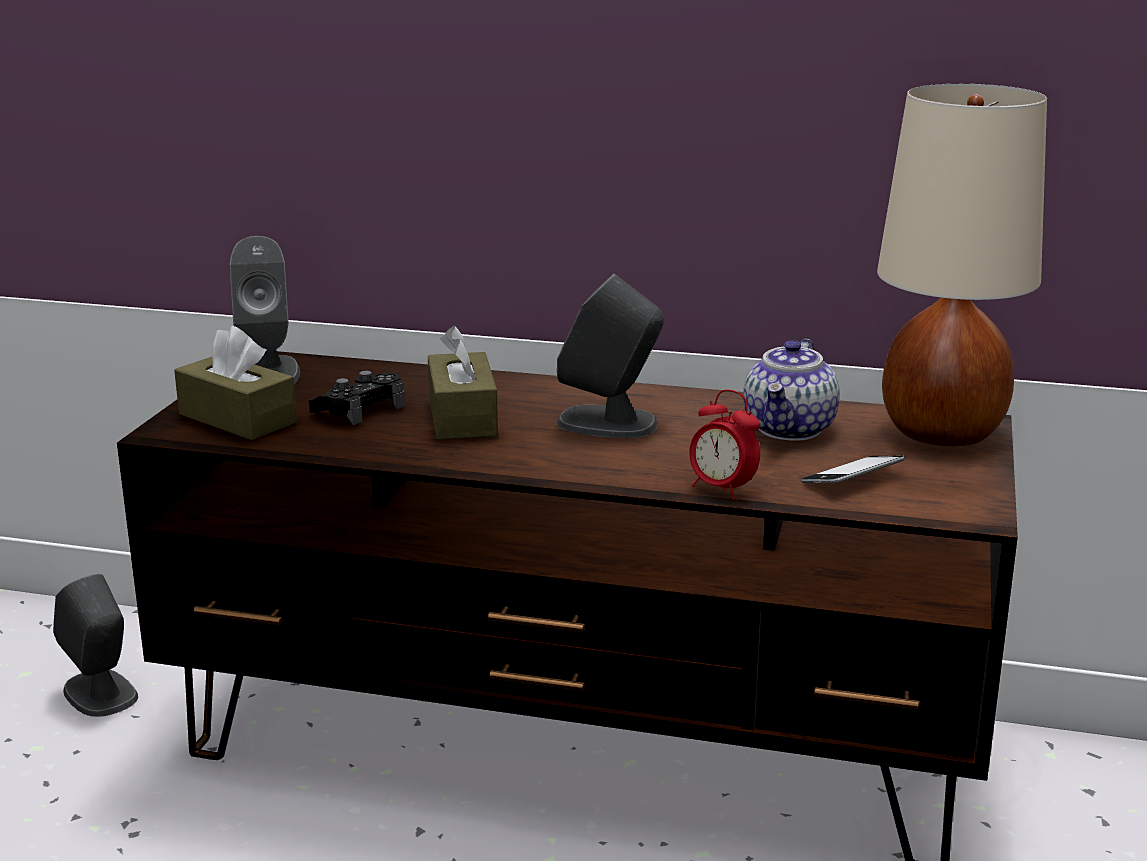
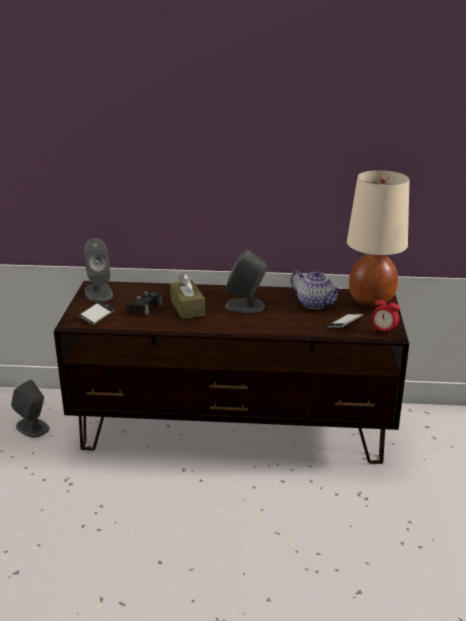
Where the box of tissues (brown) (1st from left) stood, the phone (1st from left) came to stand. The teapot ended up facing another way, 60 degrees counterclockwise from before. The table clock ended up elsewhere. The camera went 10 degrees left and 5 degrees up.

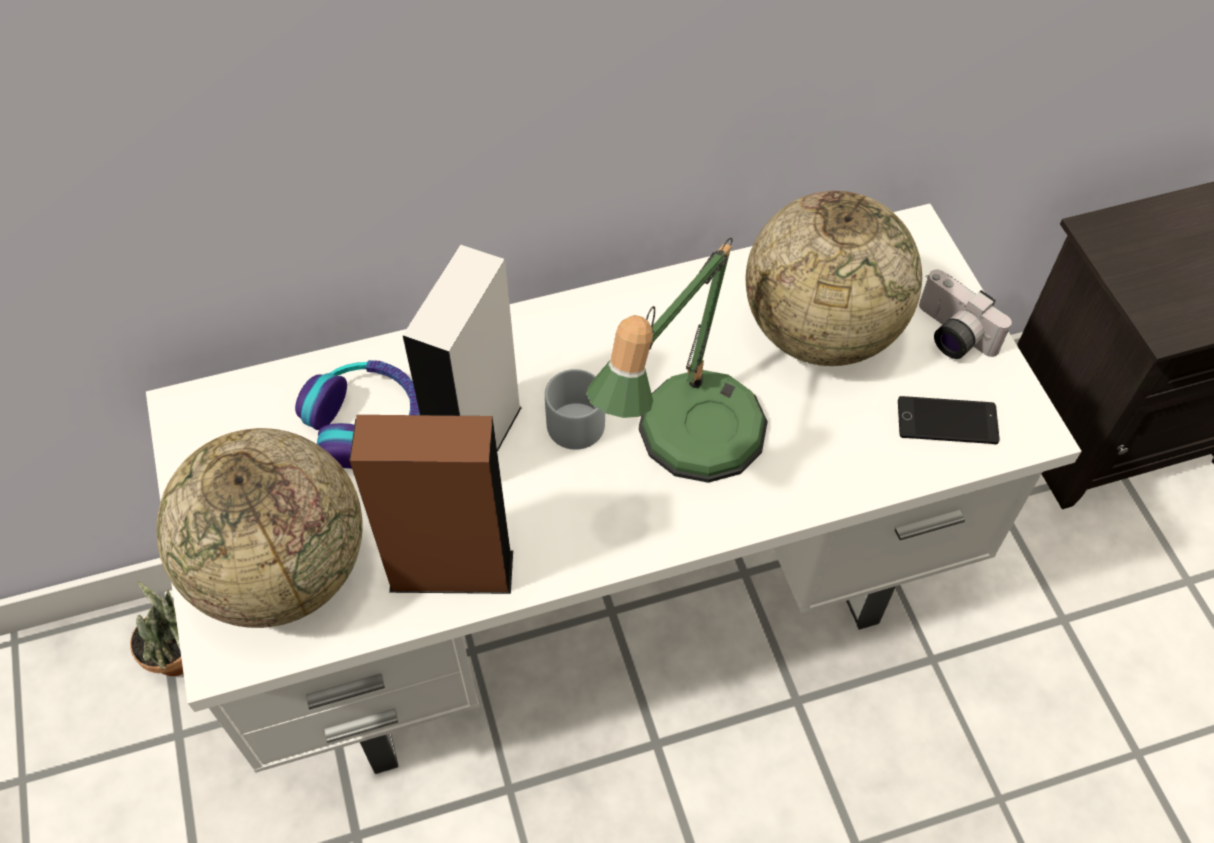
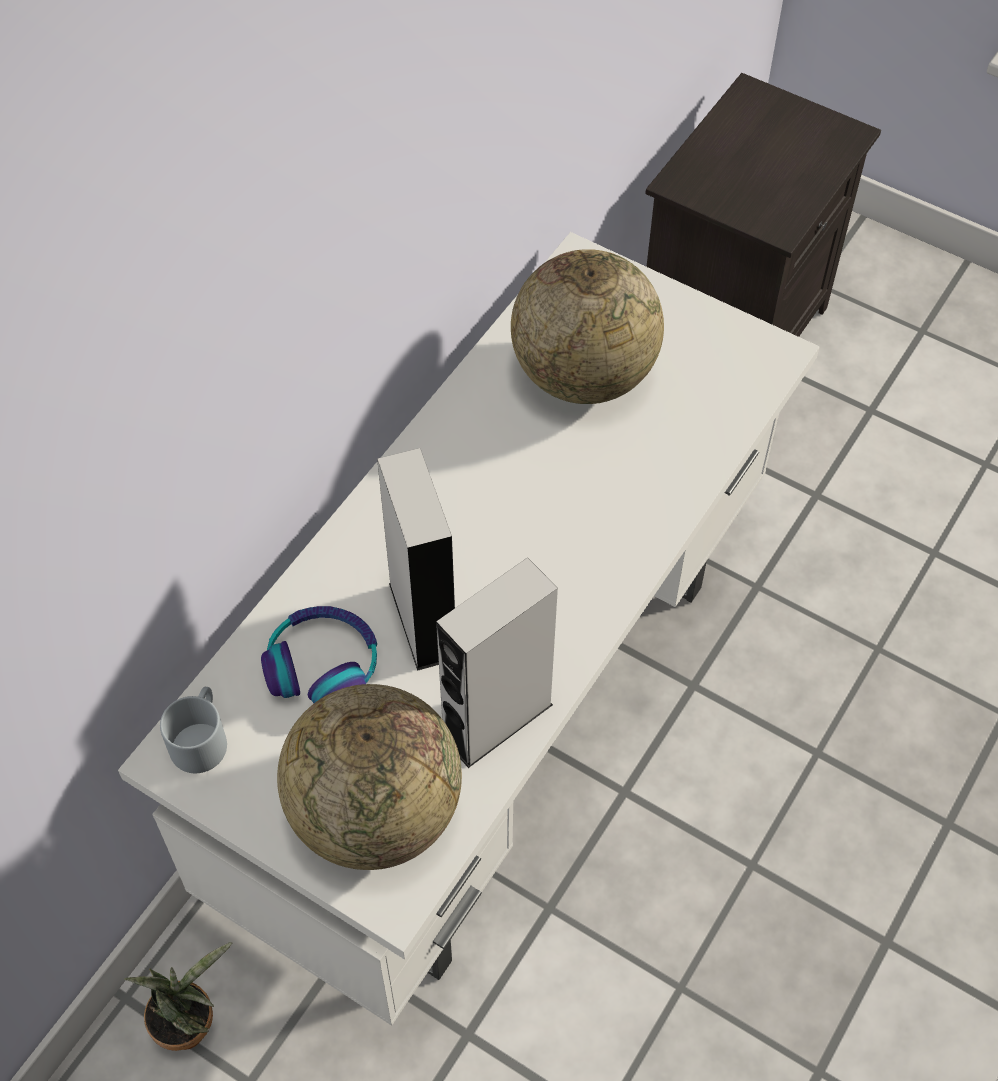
The second view lost the lamp for a table. The second view lost the photo camera. The coffee mug (greyish) ended up elsewhere. The second view lost the phone. What was the audio speaker (brown) turned into the audio speaker (greyish) (2nd from left). The camera went 40 degrees left and 0 degrees up.

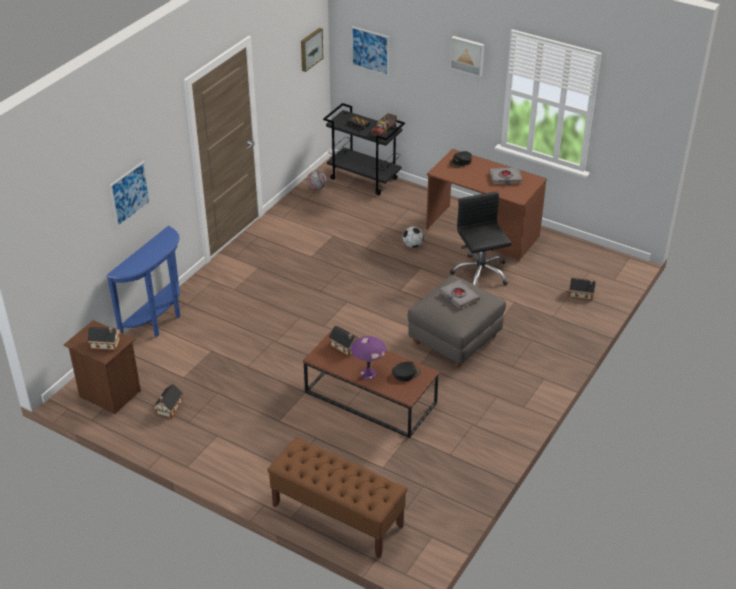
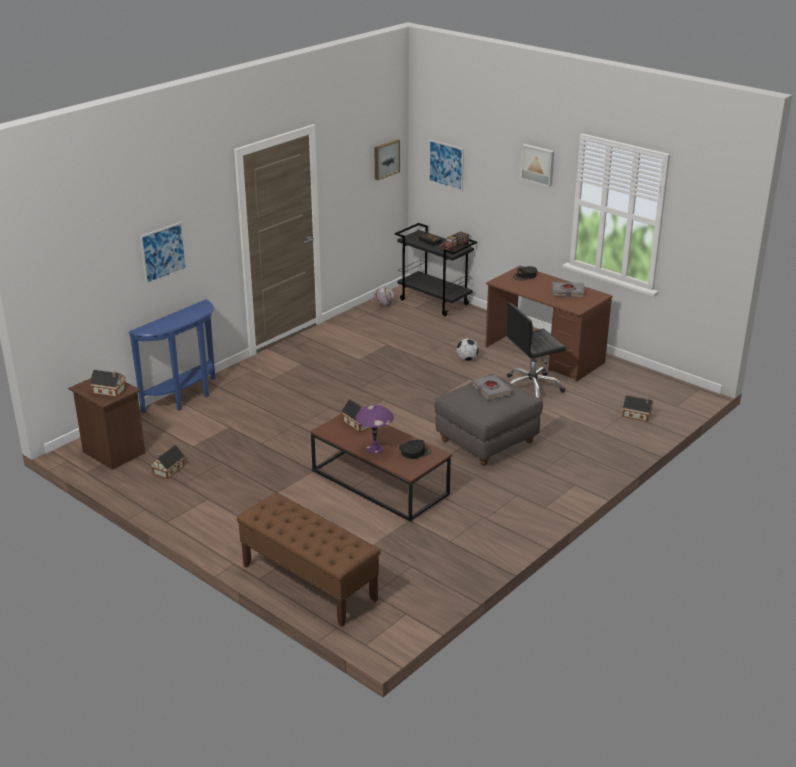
The desk chair (black-coloured) ended up facing another way, 105 degrees counterclockwise from before. The camera went 10 degrees right and 10 degrees down.

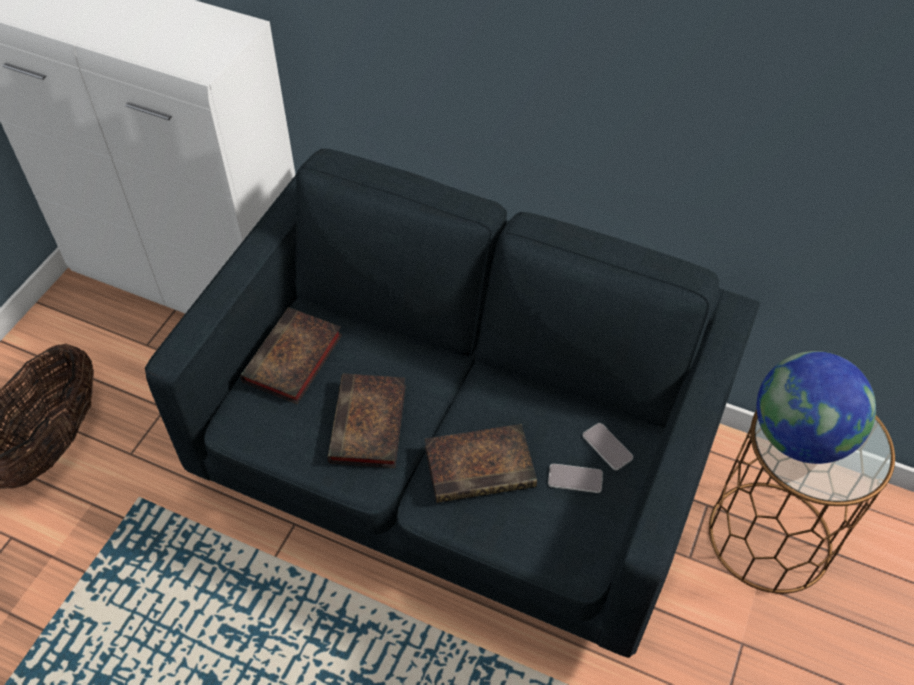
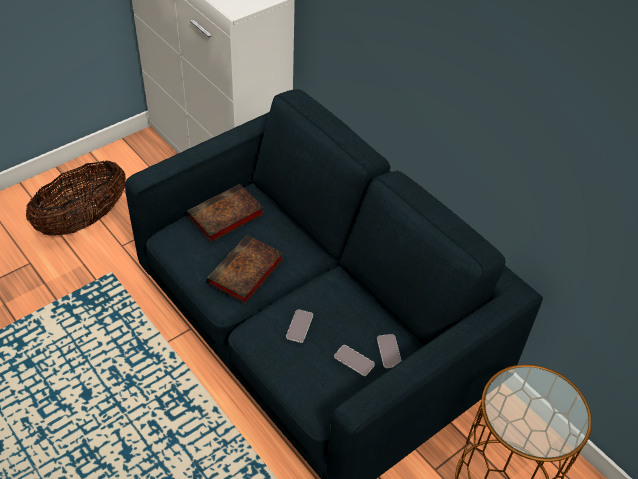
The second view lost the world globe. Where the bound book (3rd from left) stood, the phone (1st from left) came to stand. The camera went 25 degrees right and 5 degrees down.

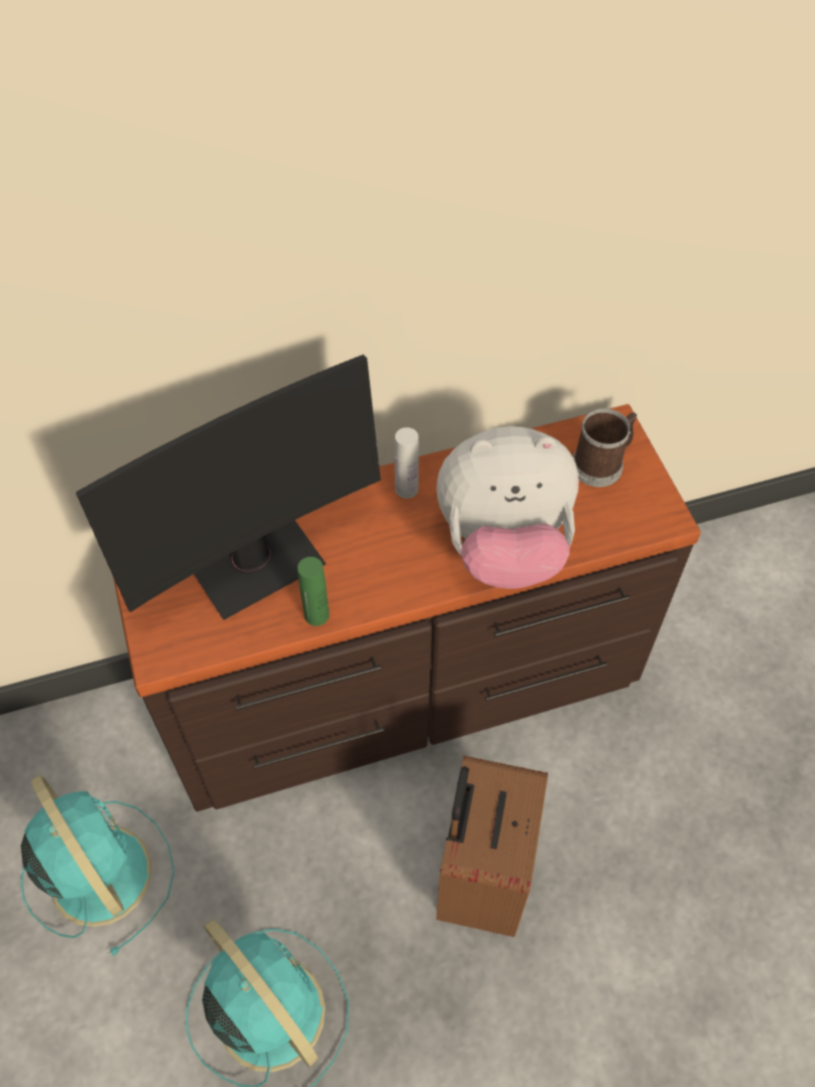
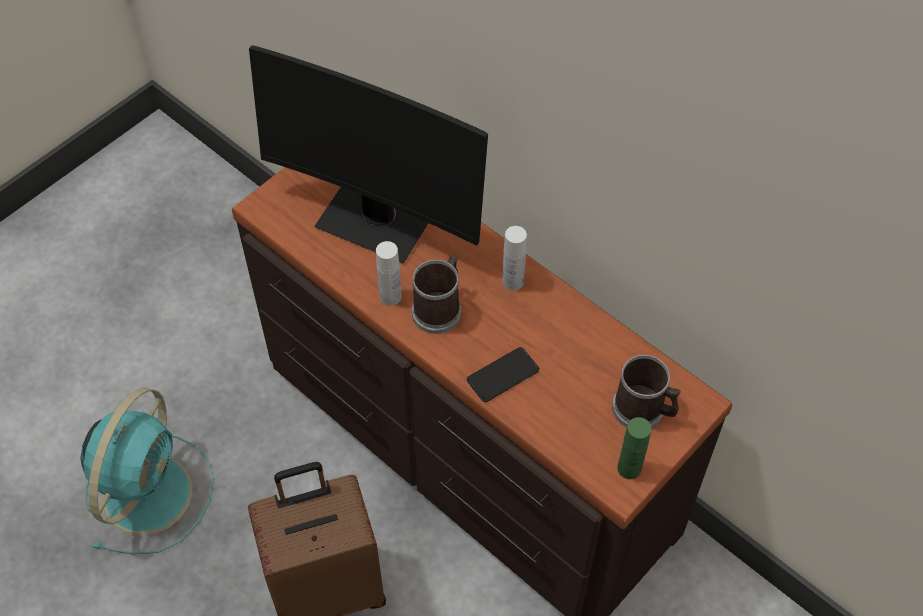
Where the cuddly toy stood, the phone came to stand. The bottle (greenish) ended up elsewhere. The second view lost the fan (turquoise) (1st from left). The second view gained the bottle (whitish) (1st from left). The second view gained the coffee mug (1st from left). The camera went 60 degrees right and 0 degrees up.

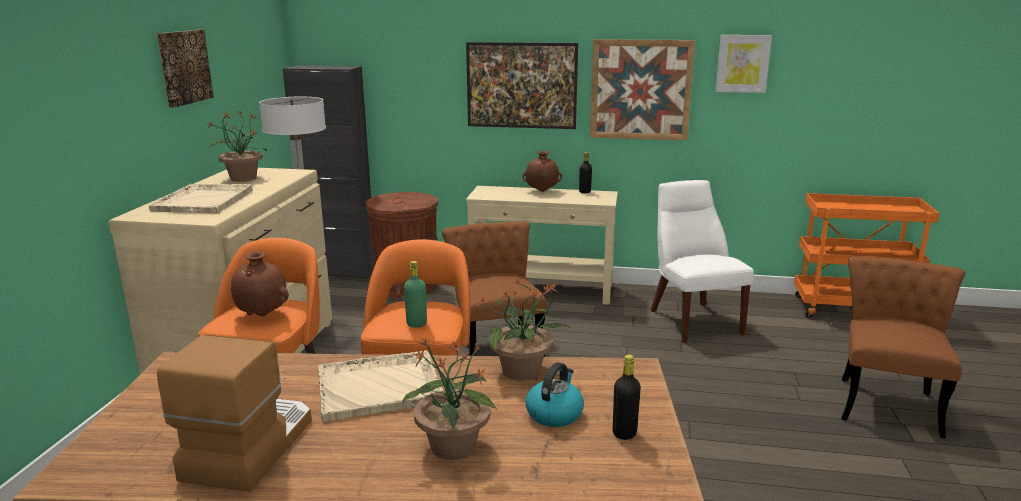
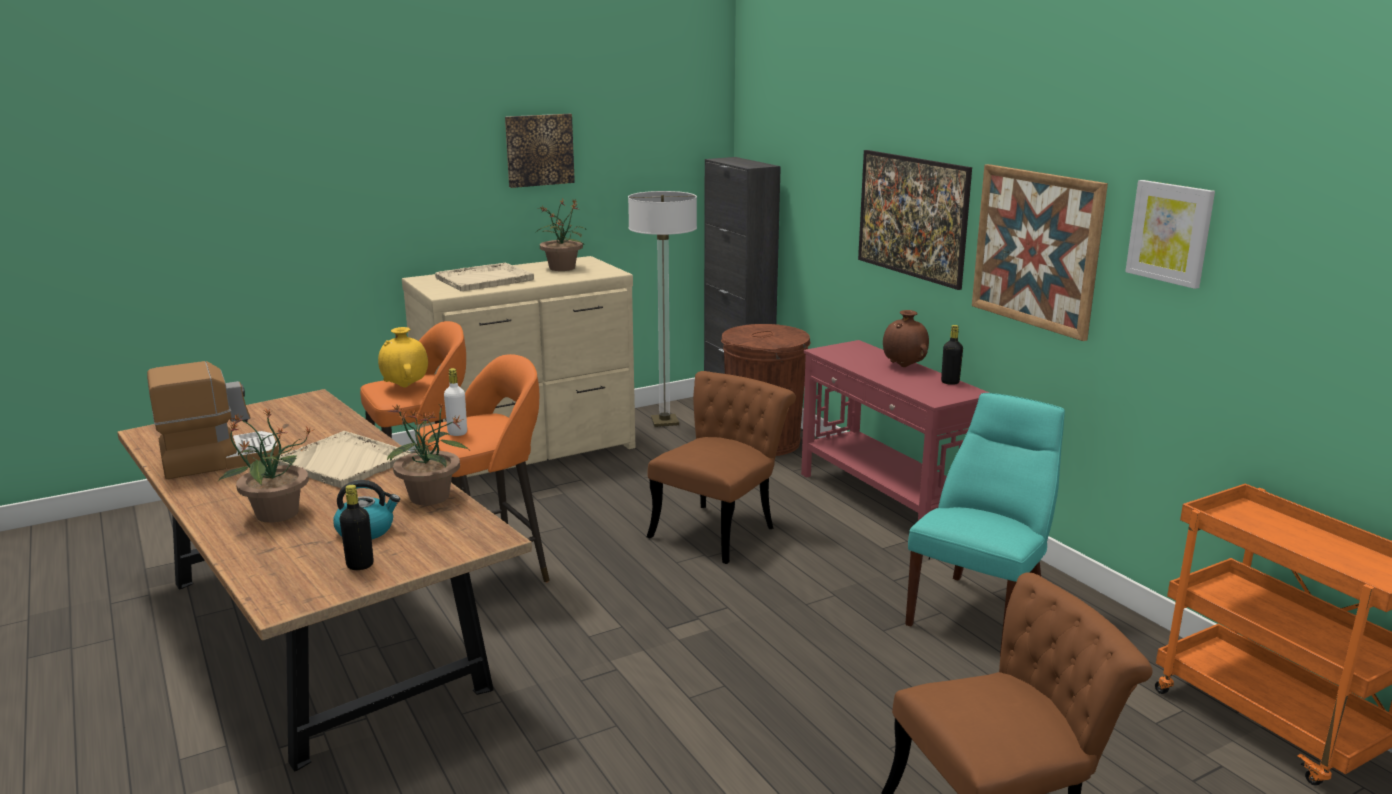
What was the plain chair (whitish) turned into the plain chair (turquoise). What was the console table (beige) turned into the console table (red-coloured). What was the vase (brown) (1st from left) turned into the vase (yellow). What was the bottle (greenish) turned into the bottle (whitish). The camera went 50 degrees right and 0 degrees up.

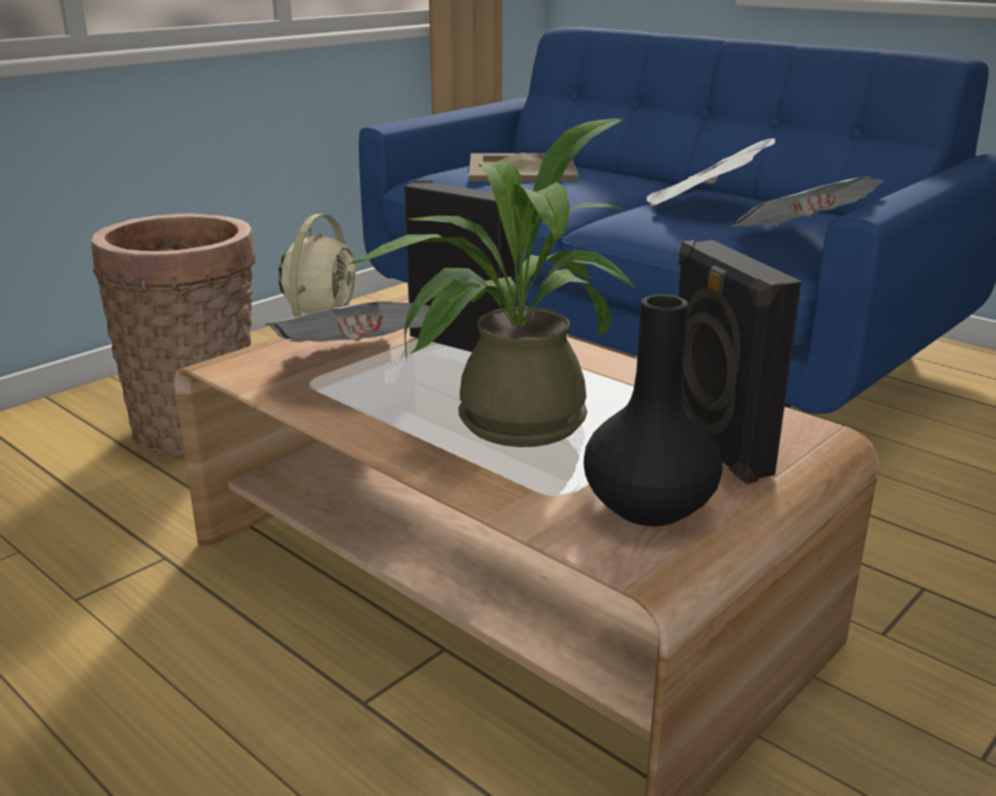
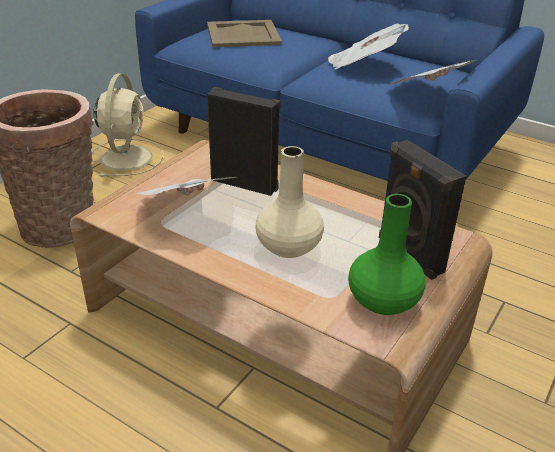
Where the houseplant stood, the vase (beige) came to stand. What was the vase (black-coloured) turned into the vase (greenish). The camera went 10 degrees left and 10 degrees up.

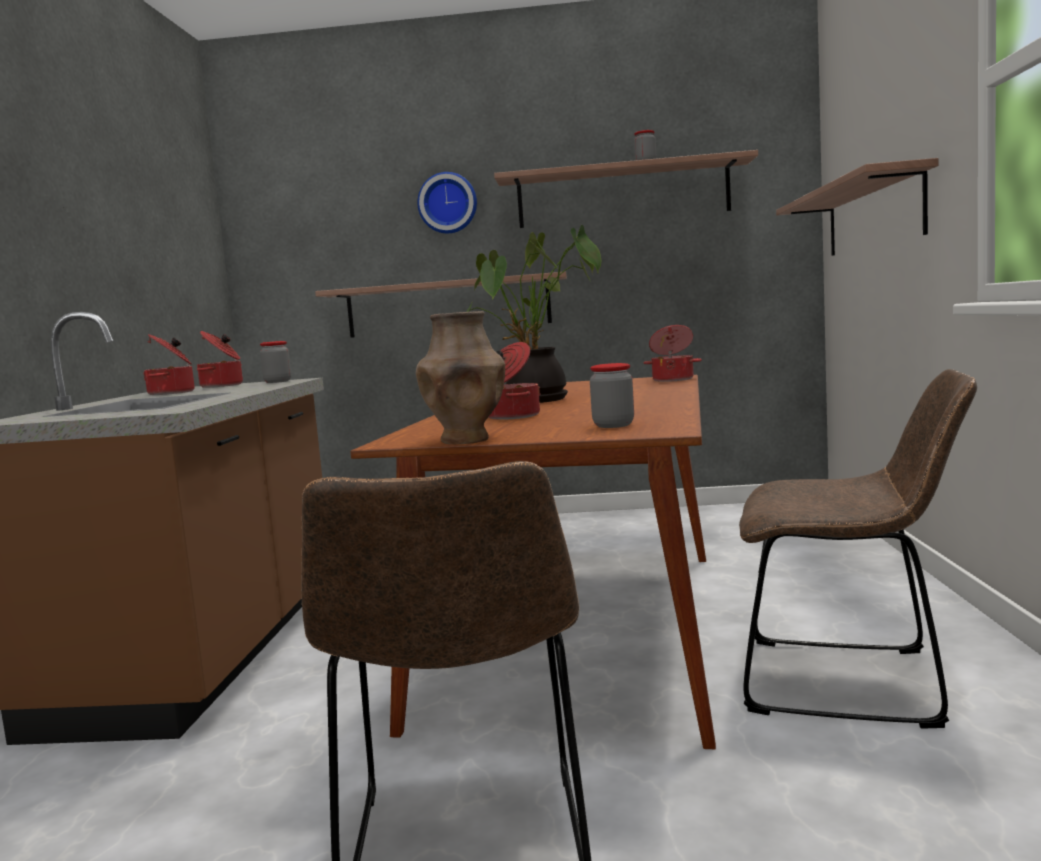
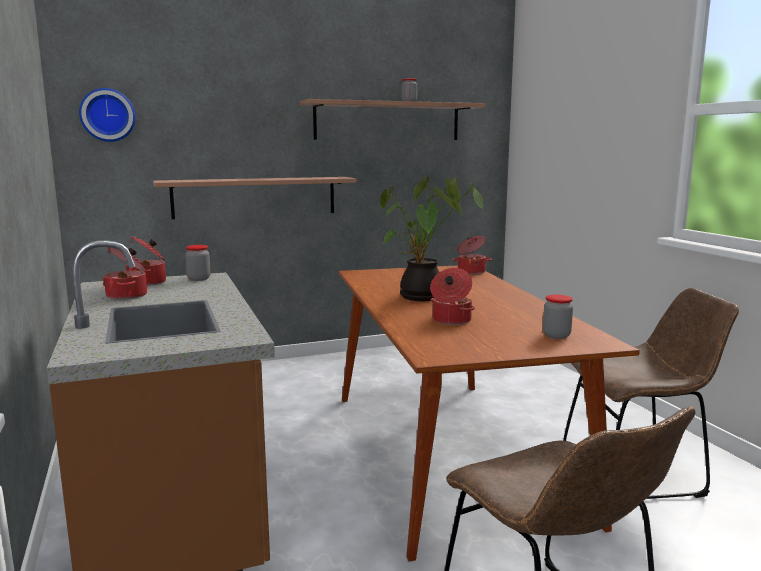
The second view lost the bracket shelf (3rd from left). The wall clock ended up elsewhere. The second view lost the vase (brown). The camera went 25 degrees left and 5 degrees up.

